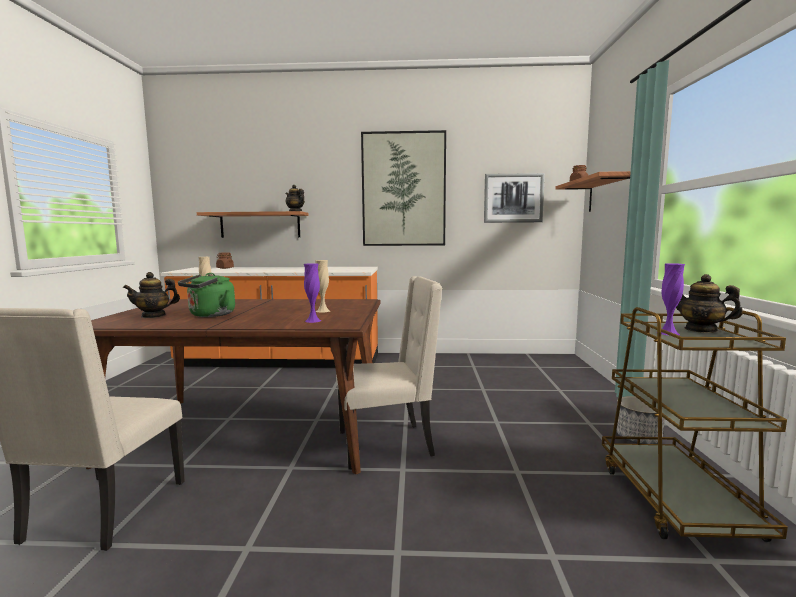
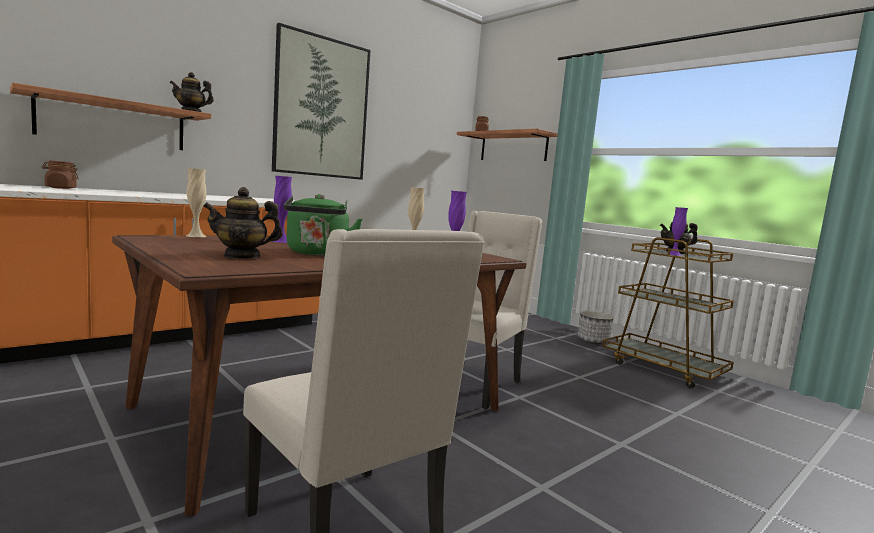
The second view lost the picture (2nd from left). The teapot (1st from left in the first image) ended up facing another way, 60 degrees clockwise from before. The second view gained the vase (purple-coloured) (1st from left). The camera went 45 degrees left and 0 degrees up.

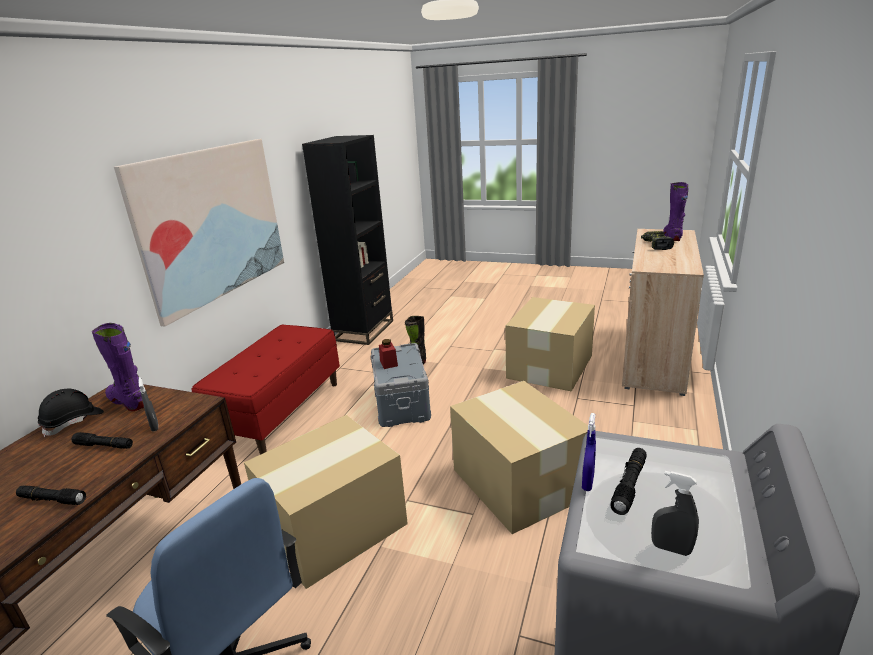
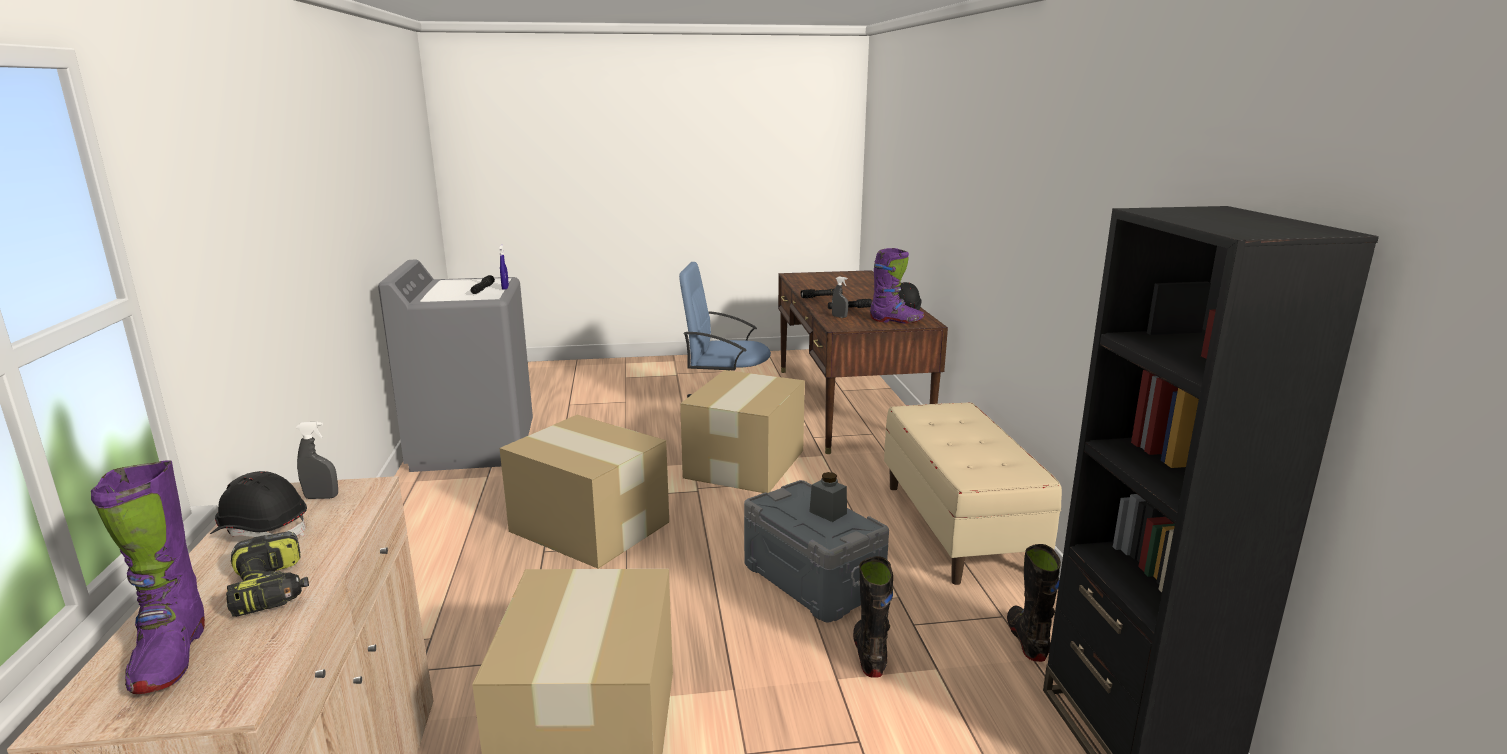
The second view lost the picture. What was the indoor bench (red-coloured) turned into the indoor bench (beige). What was the jar (red-coloured) turned into the jar (greyish). The spray bottle (greyish) (2nd from left in the first image) ended up elsewhere. The second view gained the hard hat (black-coloured) (1st from left). The second view gained the boot (black-coloured) (2nd from left). The camera went 150 degrees right and 5 degrees down.

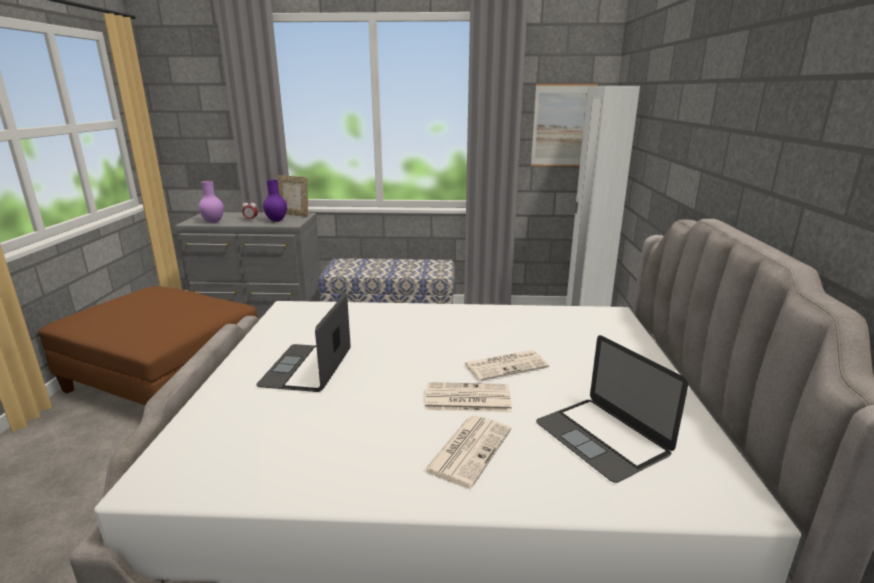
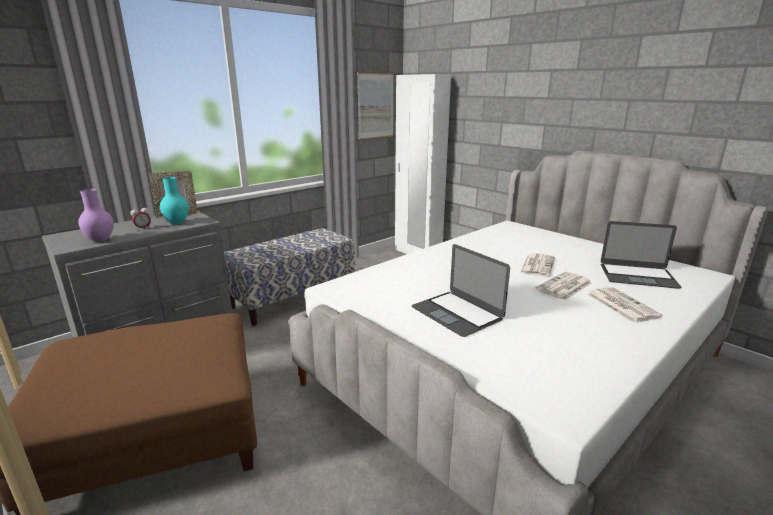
What was the vase (purple-coloured) (2nd from left) turned into the vase (turquoise). The camera went 45 degrees left and 0 degrees up.

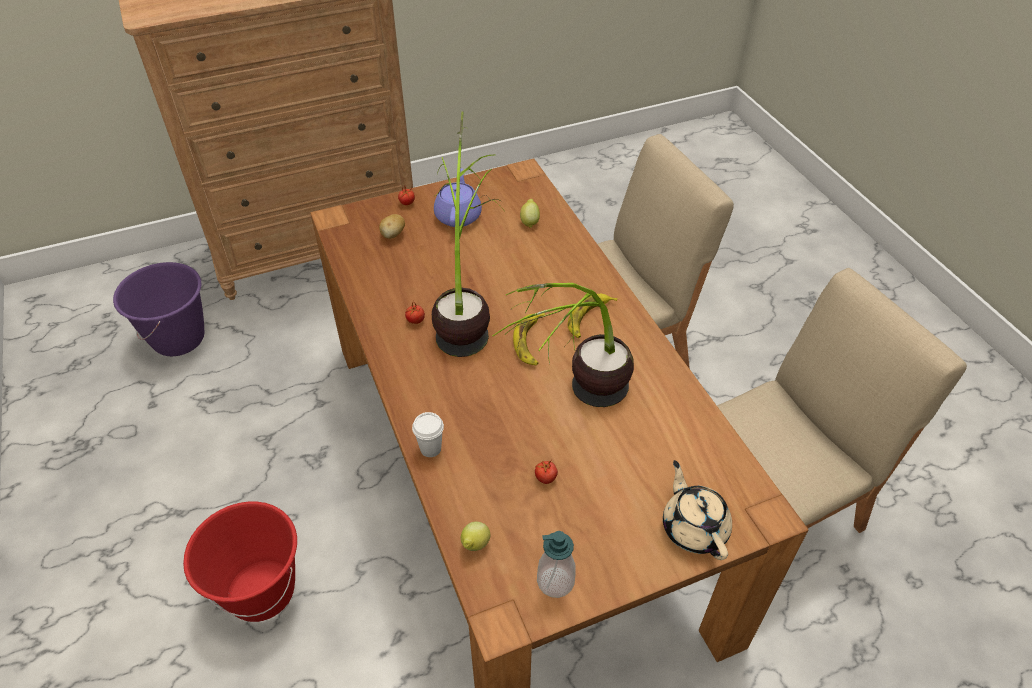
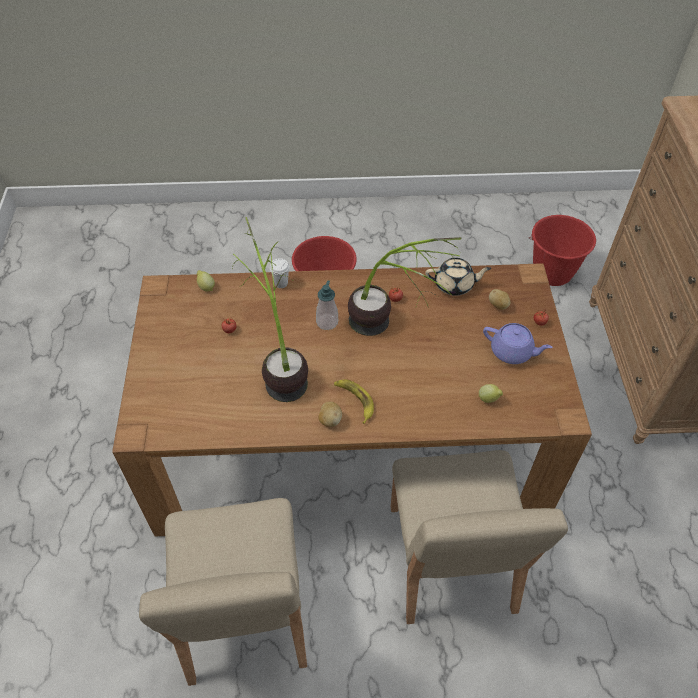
What was the pail (purple-coloured) turned into the pail (red-coloured) (2nd from left). The second view lost the banana fruit (1st from left). The teapot (beige) ended up elsewhere. The liquid soap bottle ended up elsewhere. The second view gained the spud (1st from left). The camera went 110 degrees right and 5 degrees up.

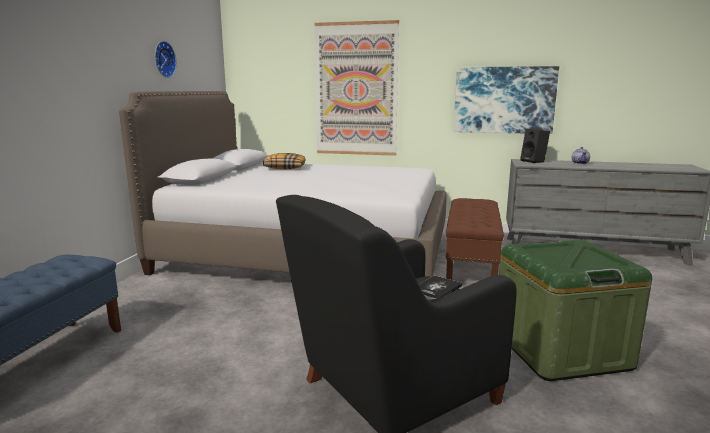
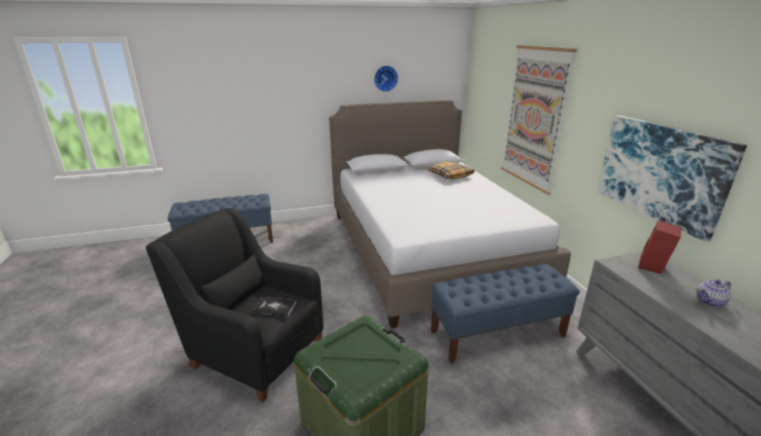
What was the audio speaker (black-coloured) turned into the audio speaker (red-coloured). What was the indoor bench (brown) turned into the indoor bench (bluish) (2nd from left). The camera went 60 degrees right and 10 degrees up.

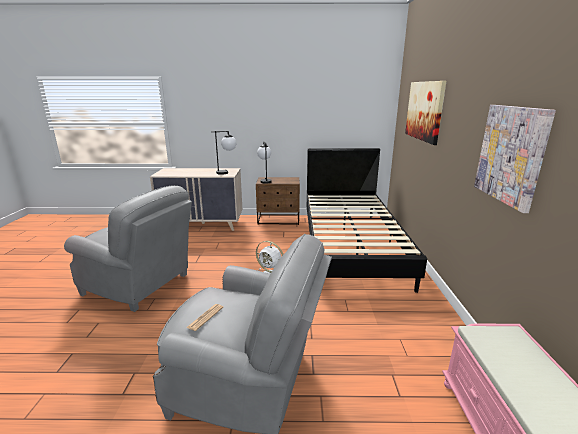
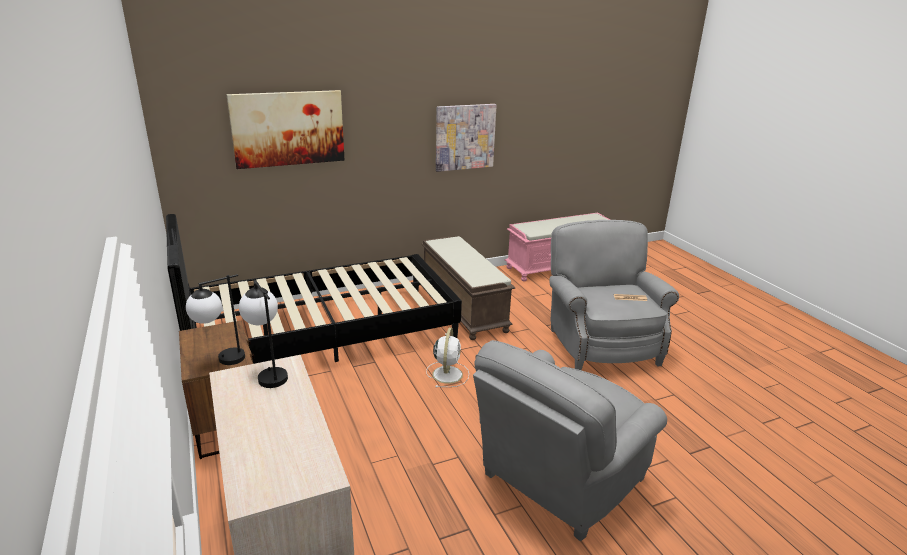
The armchair (greyish) (1st from left) ended up facing another way, 135 degrees counterclockwise from before. The second view gained the indoor bench (brown). The camera went 115 degrees left and 5 degrees up.

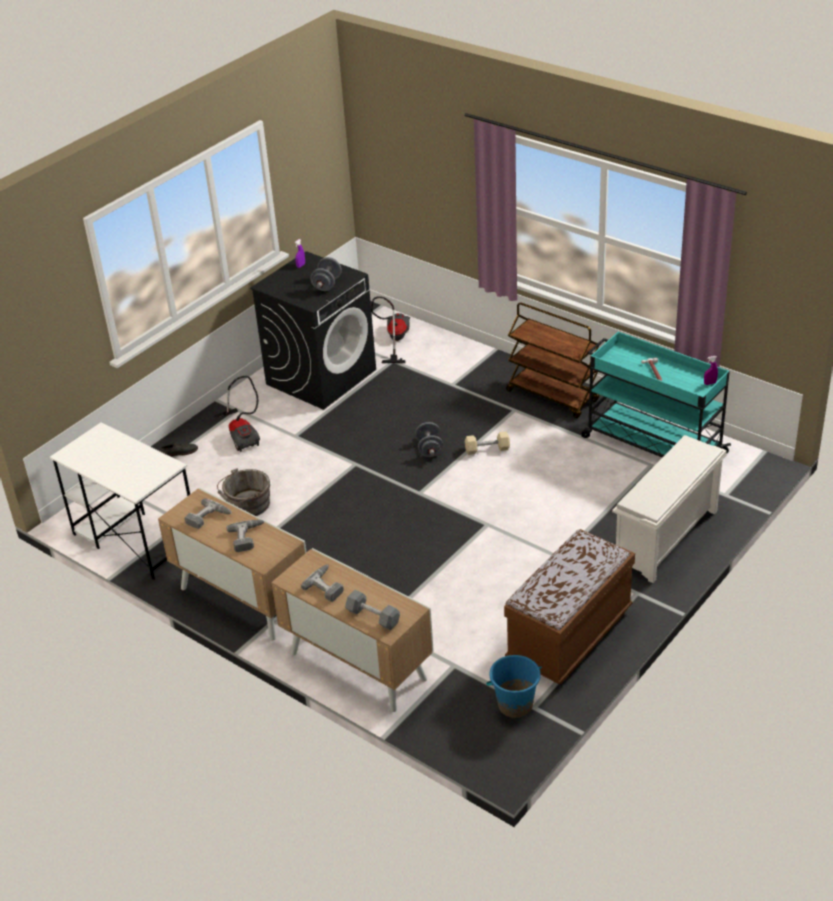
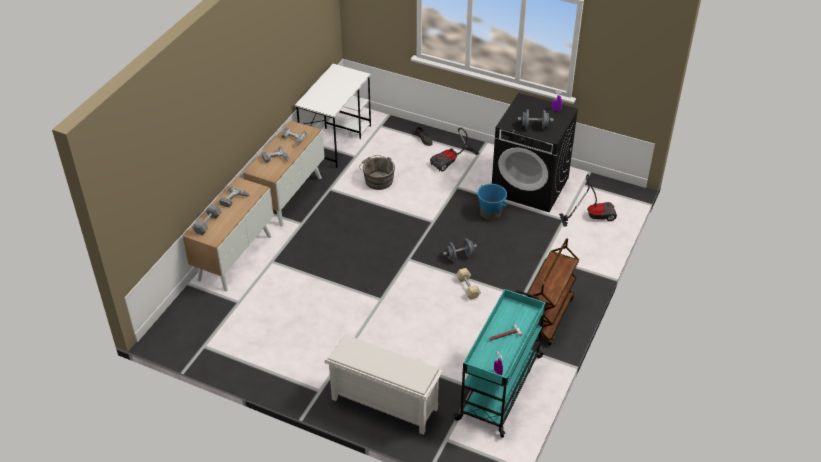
The second view lost the indoor bench (brown). The pail (bluish) ended up elsewhere. The camera went 75 degrees right and 5 degrees up.

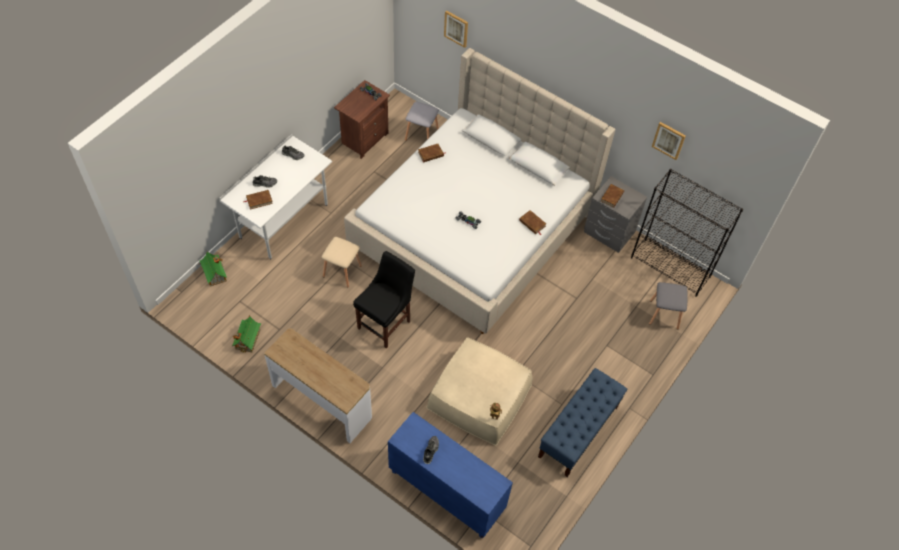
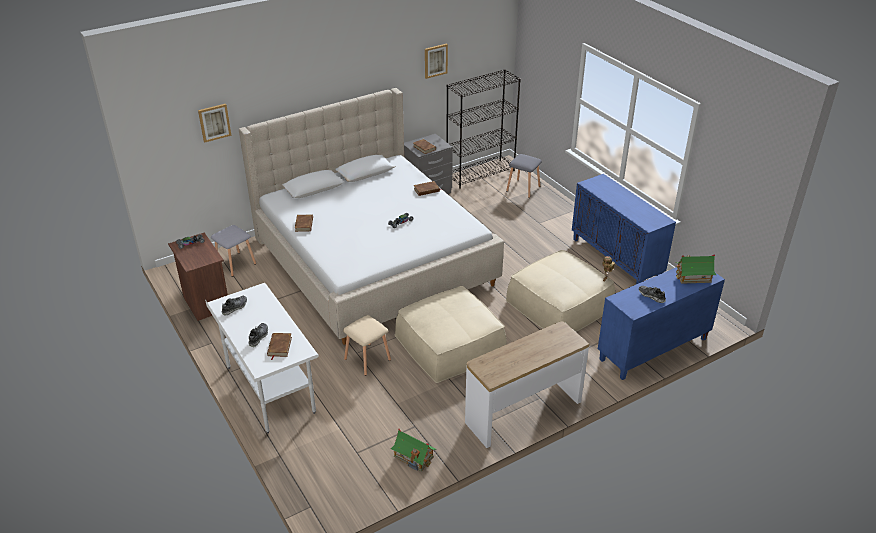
The toy house (1st from left in the first image) ended up elsewhere. Where the plain chair (black-coloured) stood, the pouffe (beige) (1st from left) came to stand. Where the indoor bench (bluish) stood, the cabinet (bluish) (1st from left) came to stand. The camera went 65 degrees left and 20 degrees down.

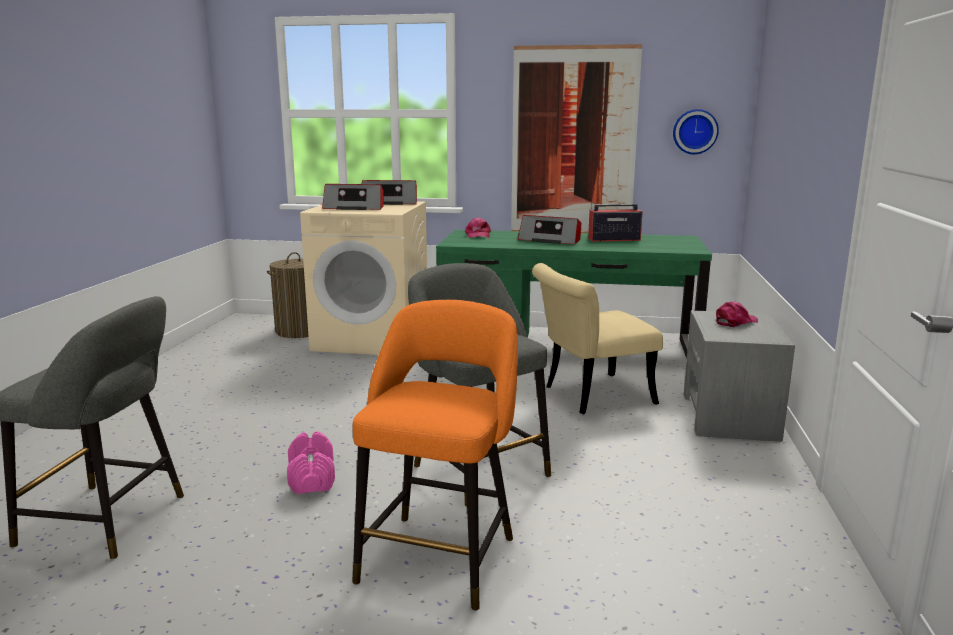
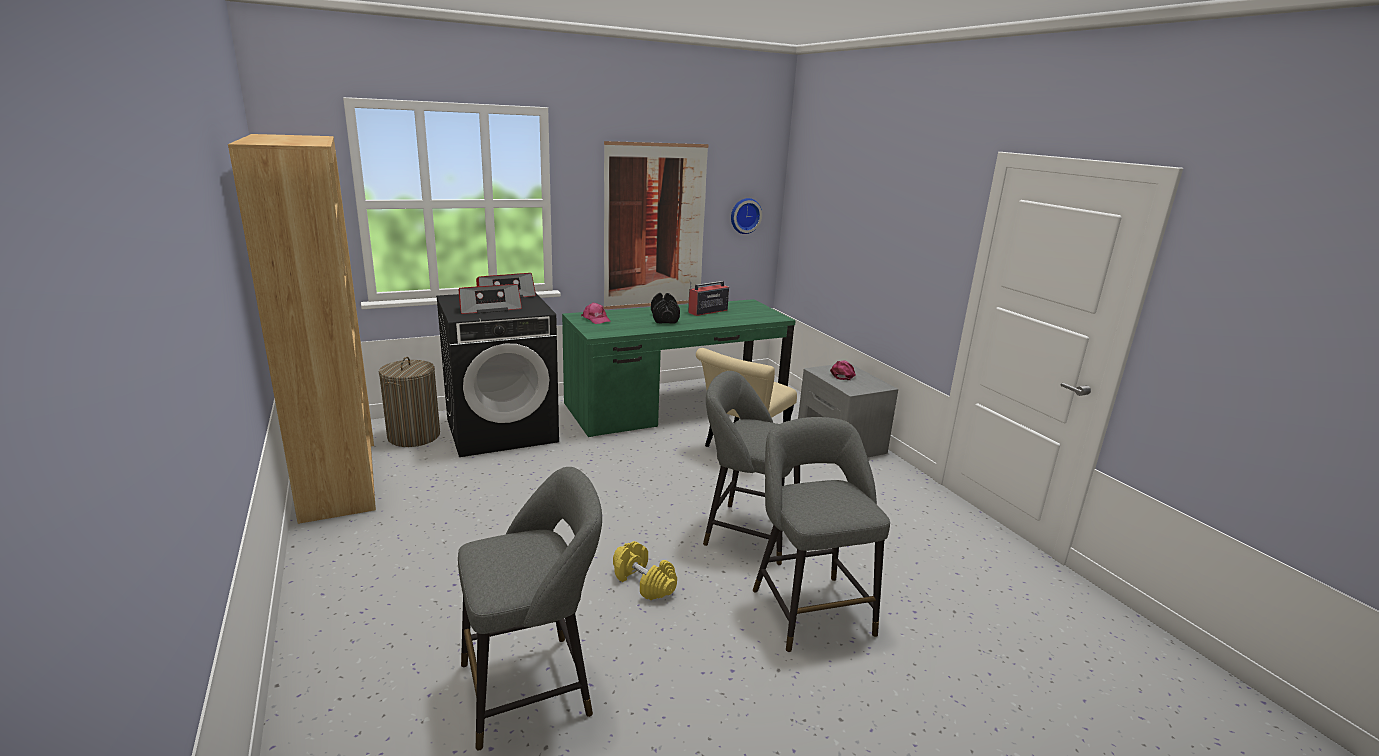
What was the laundry appliance (beige) turned into the laundry appliance (black-coloured). Where the radio receiver (3rd from left) stood, the hand weight (black-coloured) came to stand. What was the stool seat (orangey) turned into the stool seat (greyish) (3rd from left). What was the hand weight (pink-coloured) turned into the hand weight (yellow). The second view gained the bookshelf (brown). The camera went 35 degrees left and 5 degrees up.

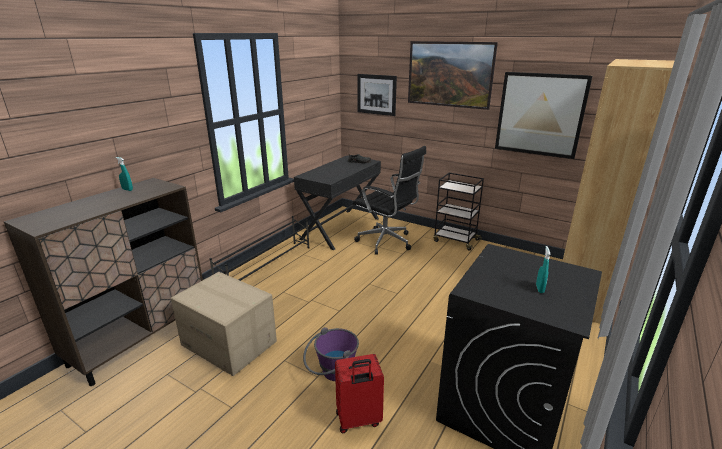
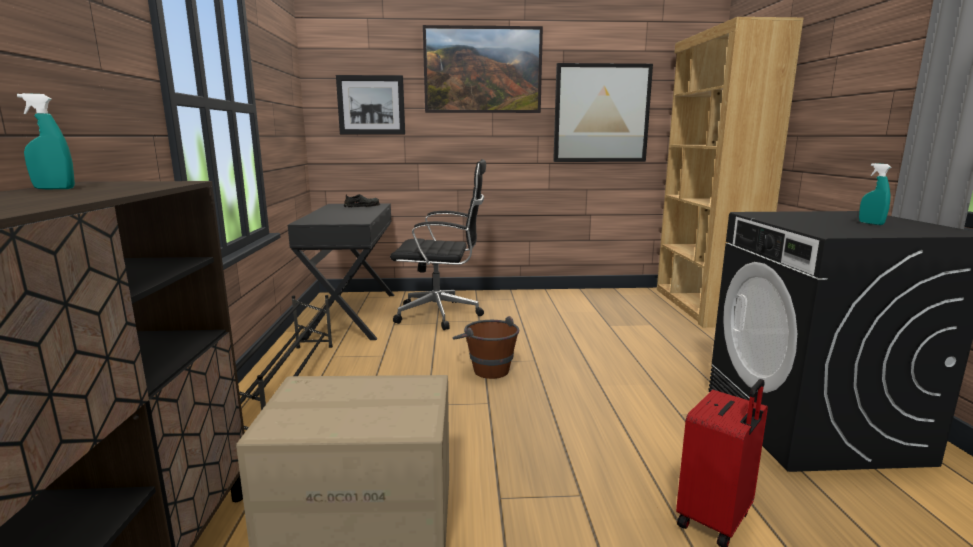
The second view lost the trolley (black-coloured). The second view lost the pail (purple-coloured). The second view gained the pail (brown). The camera went 35 degrees left and 10 degrees down.

